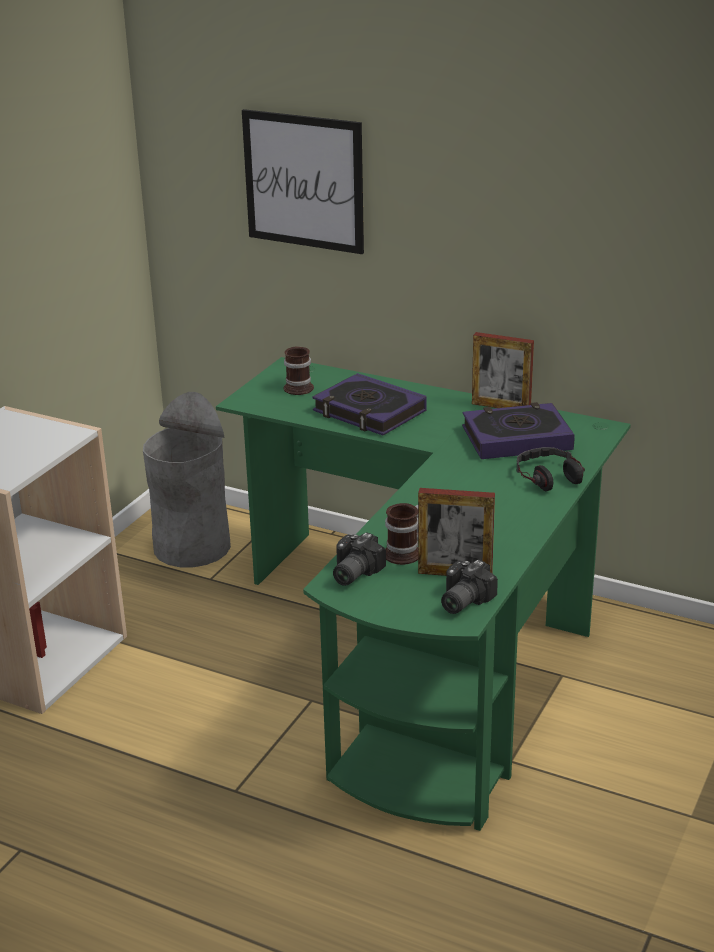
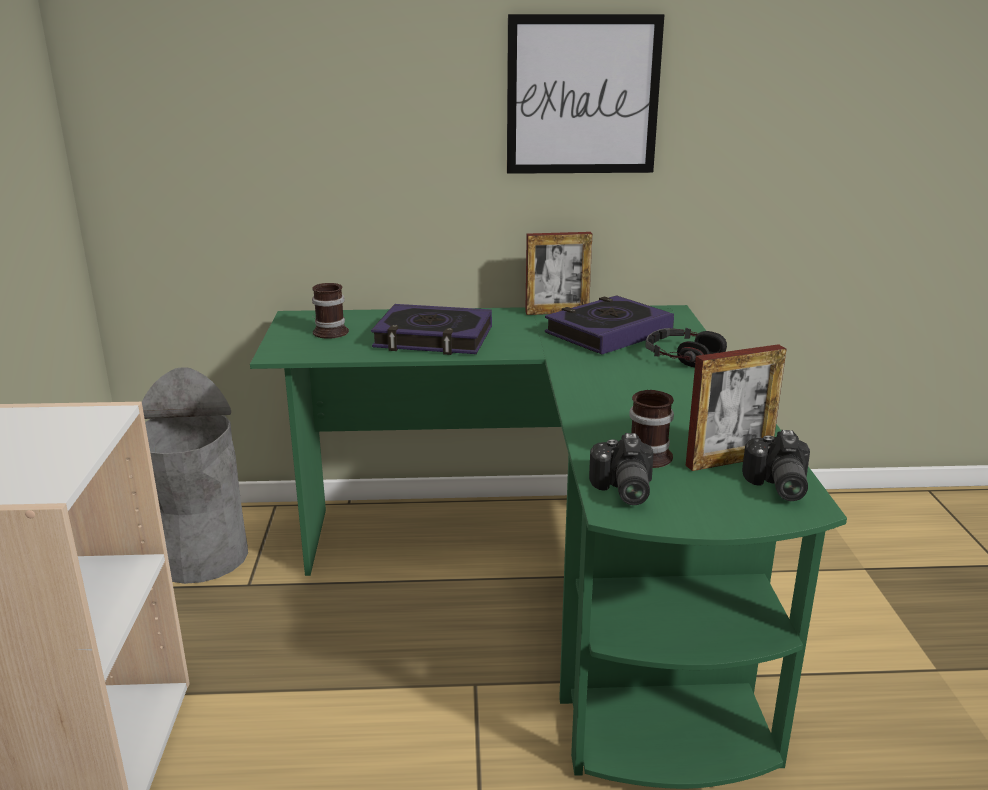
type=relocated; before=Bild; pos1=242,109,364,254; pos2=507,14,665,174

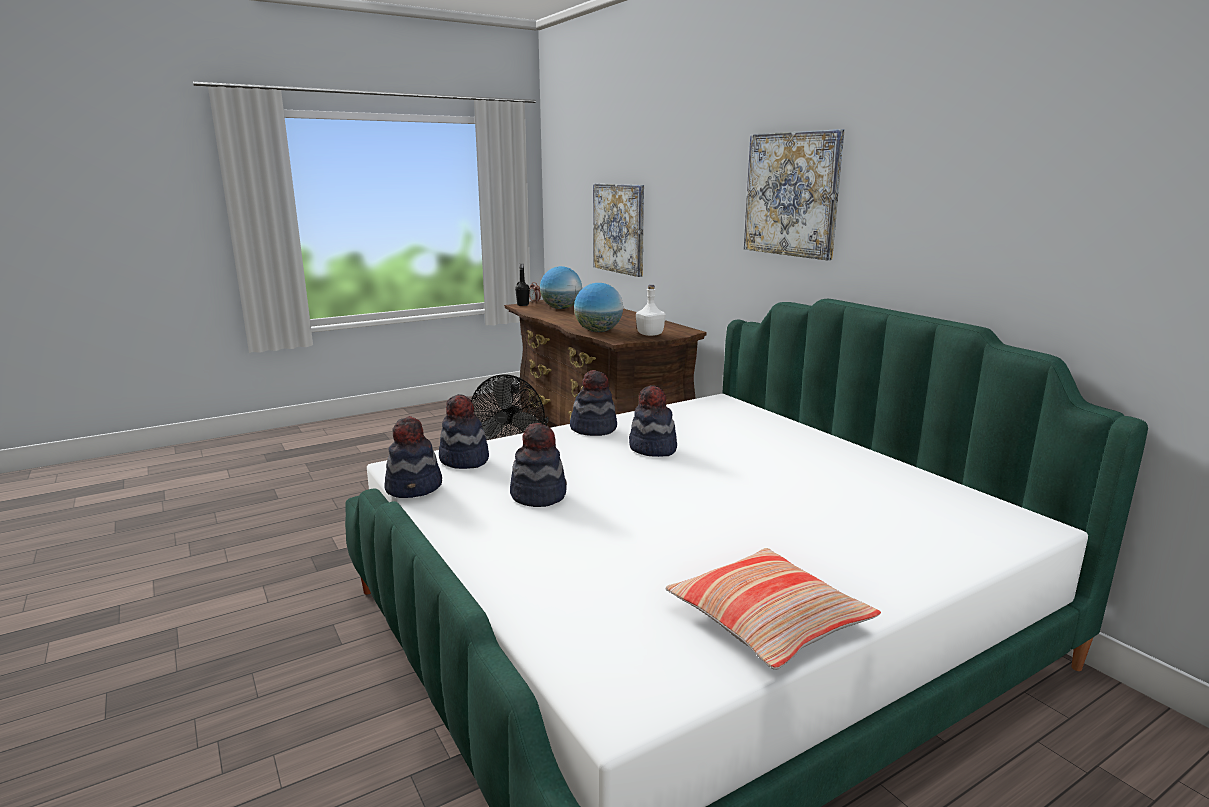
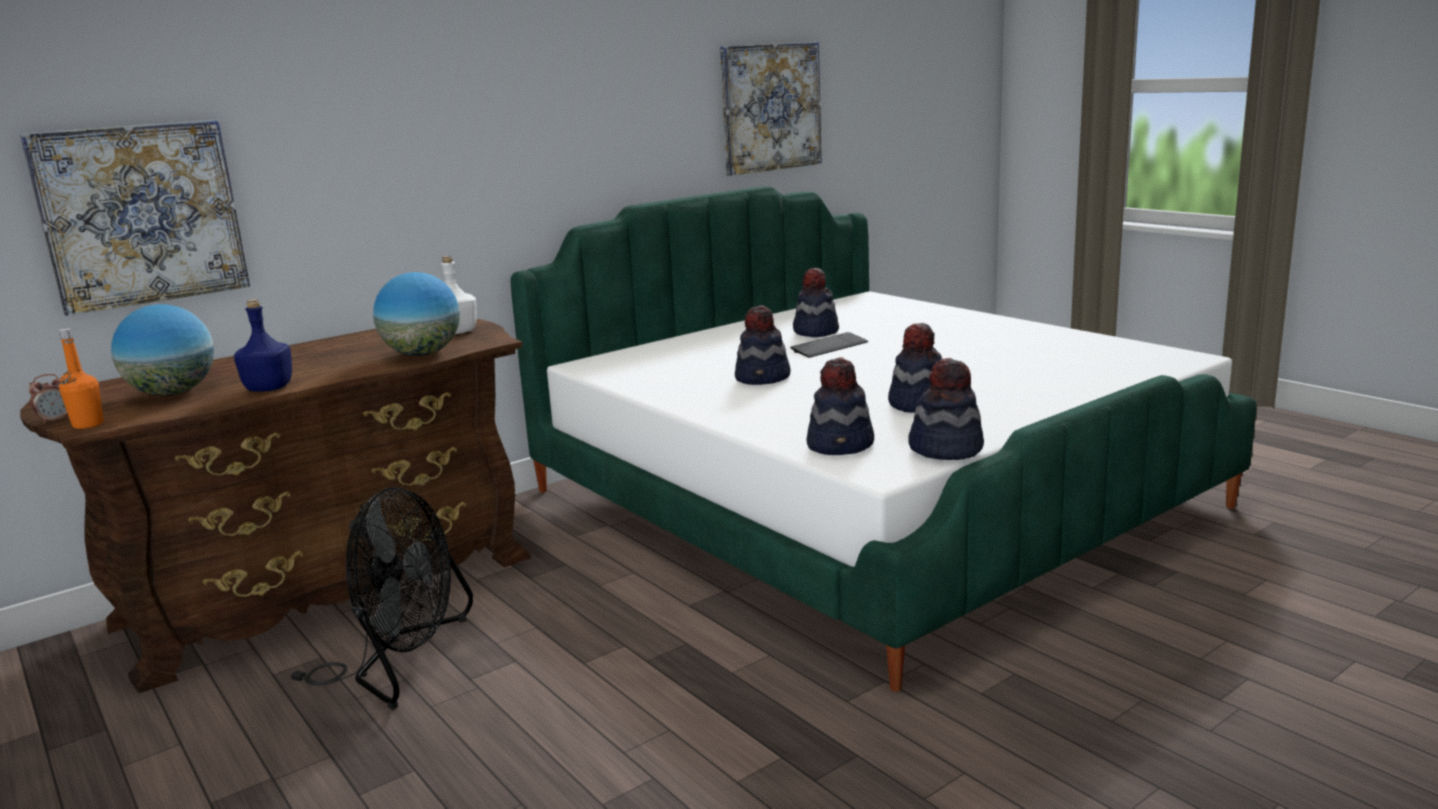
type=colour; before=Flasche/schwarz; after=Flasche/orange; pos1=515,264,530,306; pos2=59,328,104,429
type=relocated; before=Hut; pos1=570,370,617,436; pos2=793,268,839,337
type=missing; before=Kissen; pos1=665,548,881,670
type=relocated; before=Bild; pos1=744,129,845,260; pos2=720,42,822,176
type=appeared; after=Flasche/blau; pos2=234,299,292,392
type=appeared; after=Tastatur; pos2=790,332,868,358

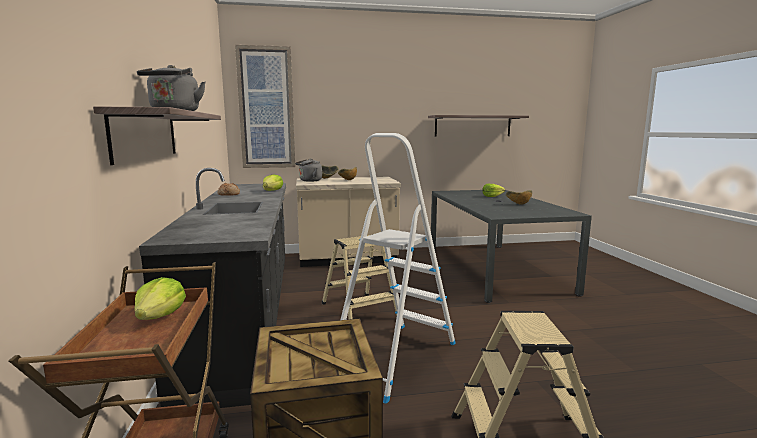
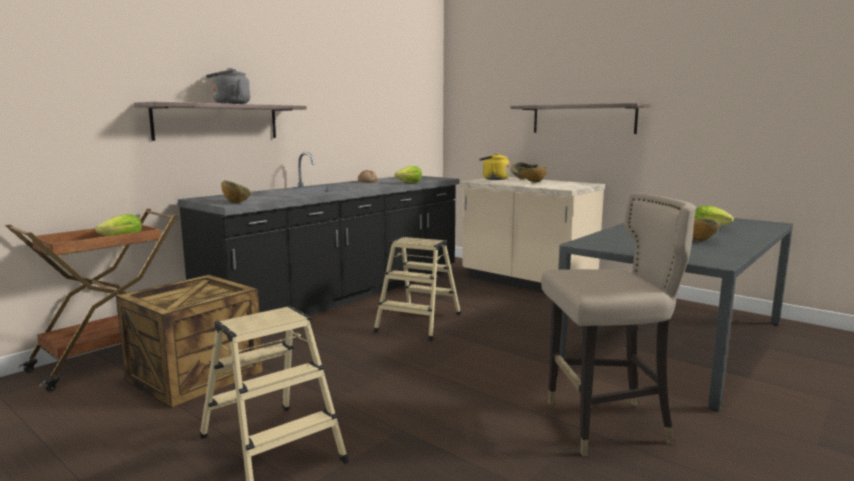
type=missing; before=Bild; pos1=235,45,295,168
type=colour; before=Wasserkessel/grau; after=Wasserkessel/gelb; pos1=295,159,322,182; pos2=479,153,510,180
type=missing; before=Trittleiter/weiß; pos1=340,133,455,404
type=relocated; before=Wandregal; pos1=428,115,529,136; pos2=510,103,650,134
type=appeared; after=Schüssel; pos2=221,180,252,203
type=appeared; after=Hocker/beige; pos2=541,192,696,456

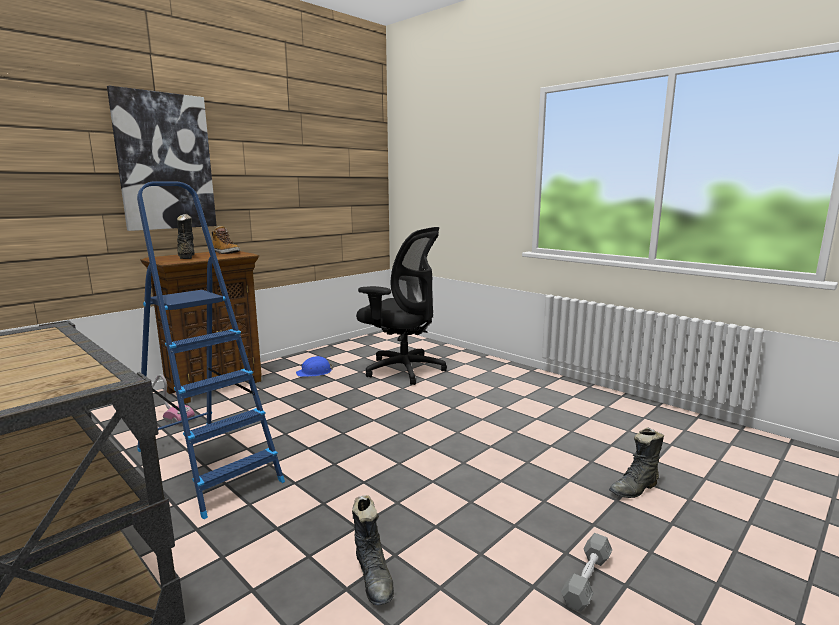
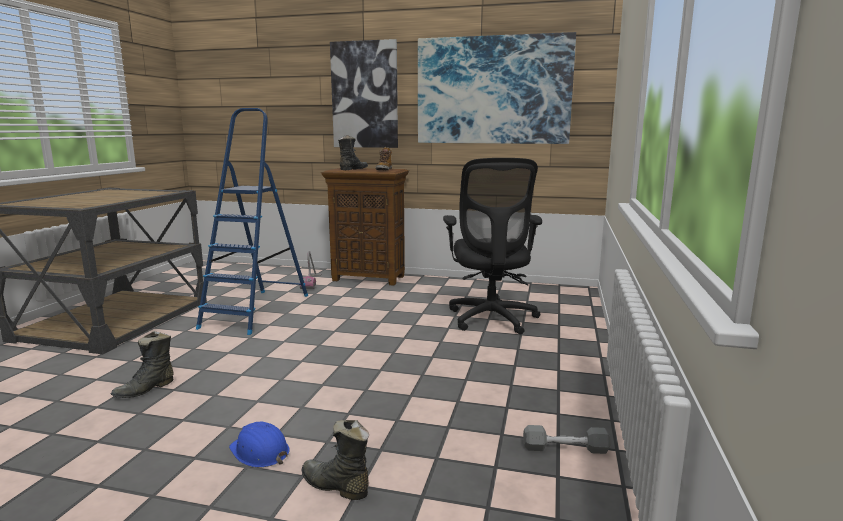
type=relocated; before=Schutzhelm/blau; pos1=296,356,333,377; pos2=229,422,290,468
type=relocated; before=Hantel/grau; pos1=561,533,612,612; pos2=523,425,611,454
type=appeared; after=Bild; pos2=418,32,576,144

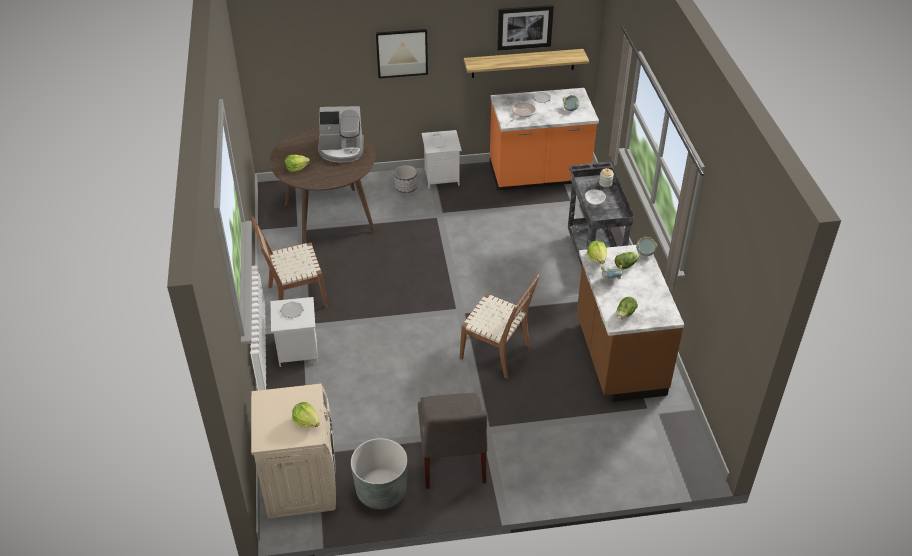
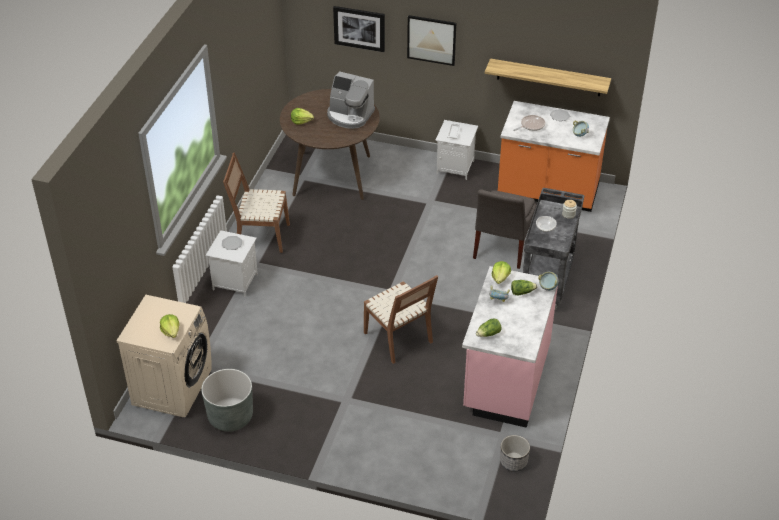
type=relocated; before=Pflanzkübel; pos1=394,165,417,193; pos2=500,435,530,472
type=relocated; before=Stuhl/grau; pos1=418,393,488,489; pos2=473,189,537,269
type=relocated; before=Bild; pos1=497,5,554,51; pos2=333,6,385,52
type=colour; before=Küchenzeile/braun; after=Küchenzeile/rosa; pos1=577,245,684,402; pos2=462,266,558,428

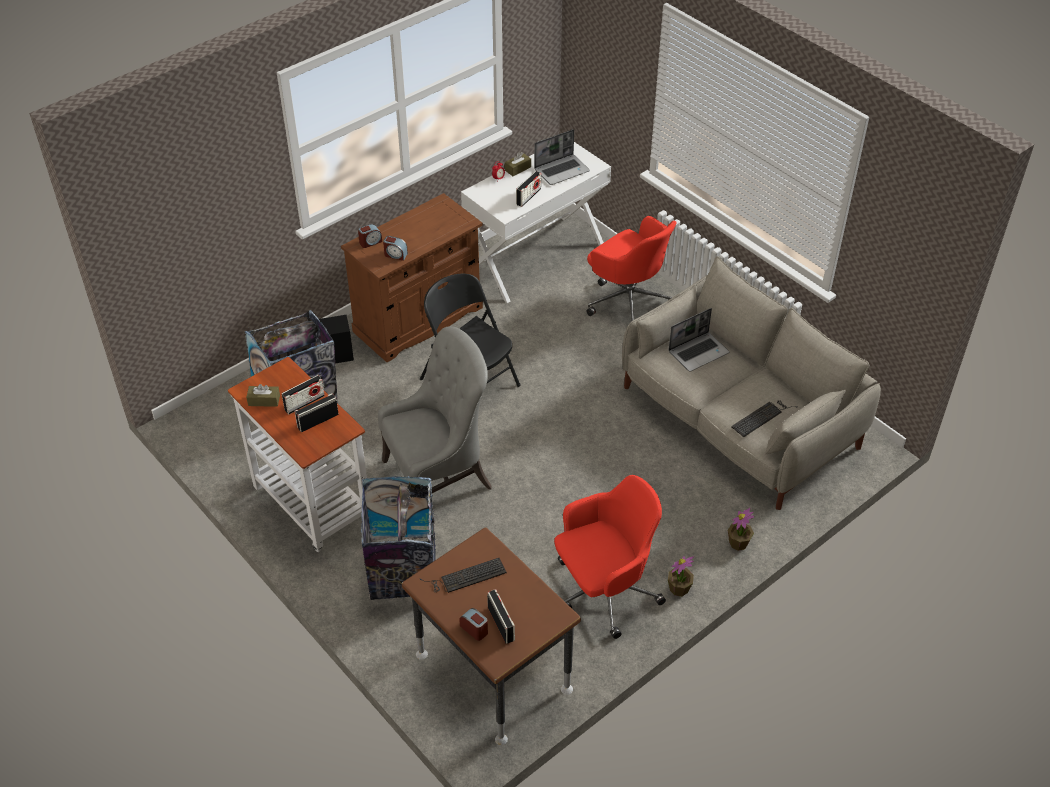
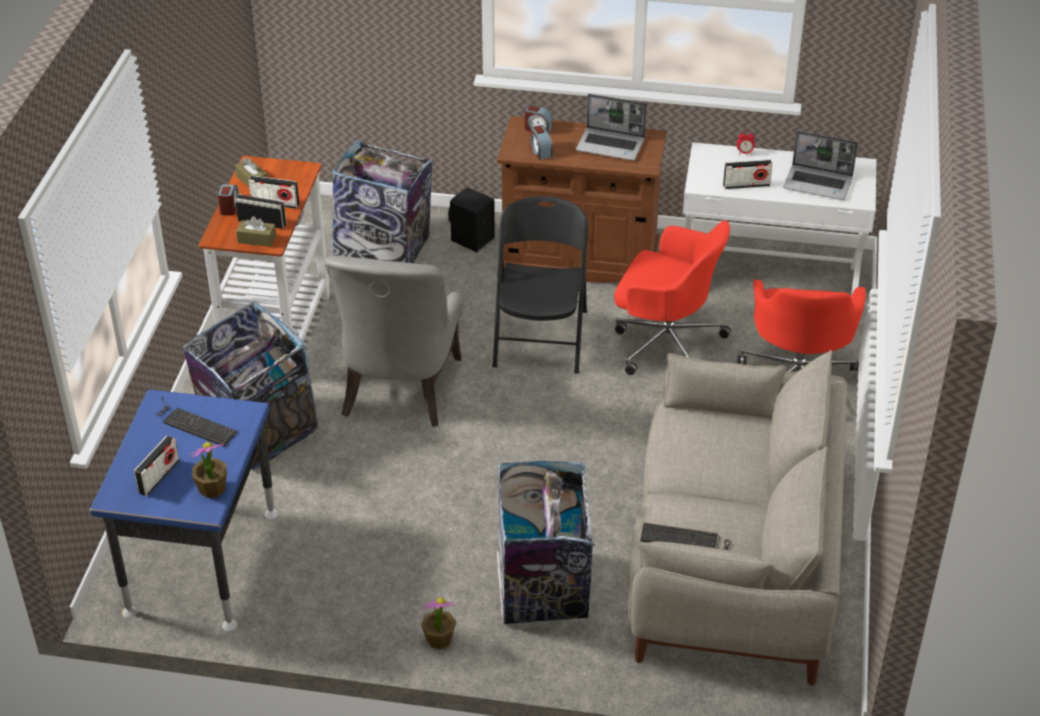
type=spun; before=Stuhl/grau; pos1=378,326,492,494; pos2=324,255,464,427; turn=75
type=colour; before=Schreibtisch/braun; after=Schreibtisch/blau; pos1=402,527,581,745; pos2=90,389,279,631
type=relocated; before=Wecker; pos1=460,608,488,641; pos2=217,184,239,216
type=relocated; before=Taschentuchbox/braun; pos1=505,152,531,176; pos2=236,216,276,247
type=relocated; before=Bürostuhl/rot; pos1=554,475,666,639; pos2=614,220,731,375
type=relocated; before=Laptop; pos1=668,308,729,372; pos2=576,94,647,161
type=relocated; before=Topfpflanze; pos1=728,508,754,551; pos2=189,442,227,498
type=appeared; after=Mülleimer; pos2=497,460,595,624

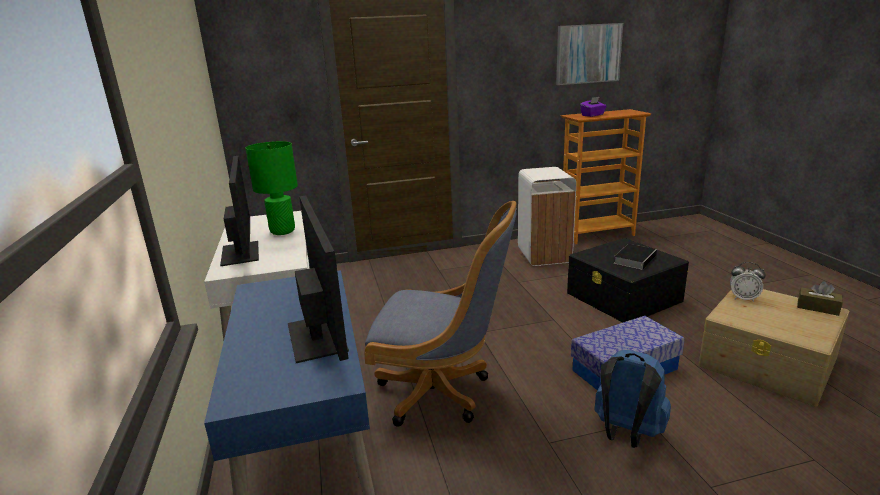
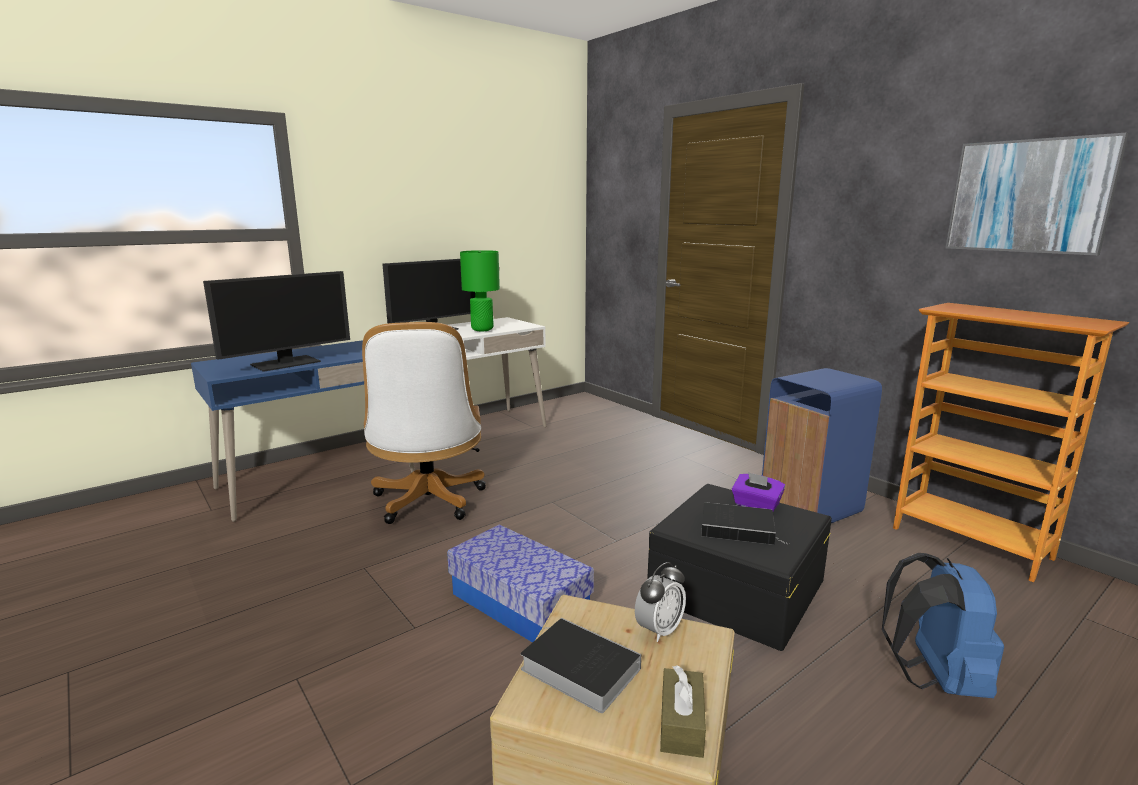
type=colour; before=Bürostuhl/blau; after=Bürostuhl/weiß; pos1=364,201,517,427; pos2=362,322,486,524
type=colour; before=Mülleimer/weiß; after=Mülleimer/blau; pos1=518,167,576,266; pos2=762,368,882,523
type=relocated; before=Taschentuchbox/lila; pos1=580,97,606,117; pos2=732,472,785,511
type=relocated; before=Rucksack/blau; pos1=594,350,671,448; pos2=882,553,1004,698
type=spun; before=Wecker; pos1=730,262,766,302; pos2=635,562,686,642; turn=-135
type=appeared; after=Buch; pos2=521,618,641,713

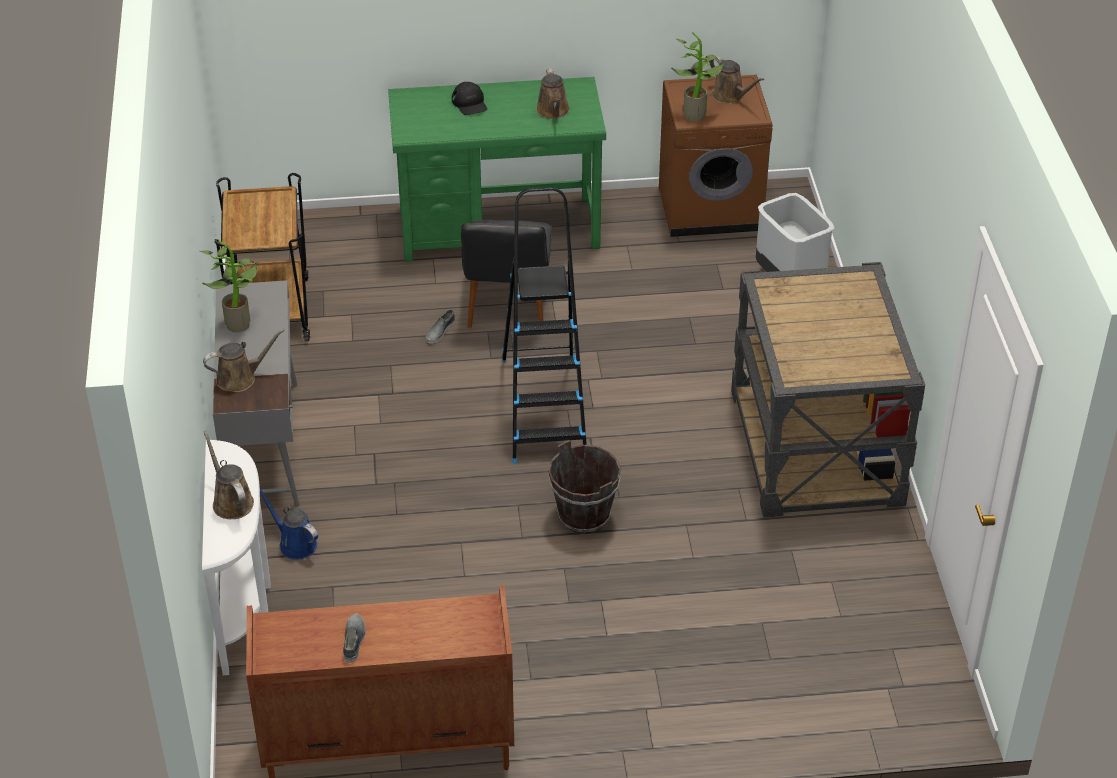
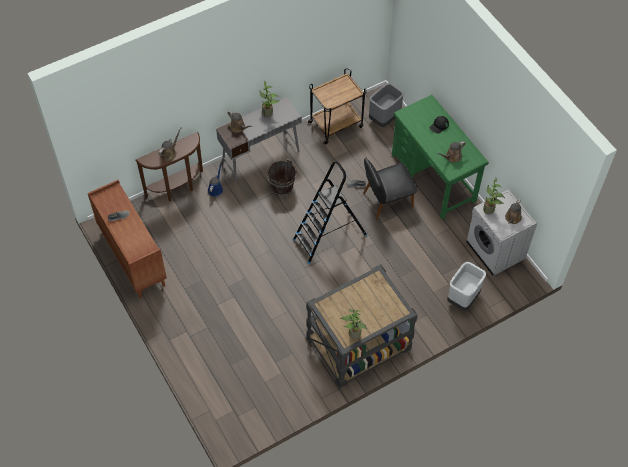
type=colour; before=Konsolentisch/weiß; after=Konsolentisch/braun; pos1=202,440,271,675; pos2=135,132,203,201
type=relocated; before=Eimer/braun; pos1=548,440,621,534; pos2=267,159,297,196
type=colour; before=Waschmaschine/braun; after=Waschmaschine/weiß; pos1=659,75,773,237; pos2=466,189,537,276
type=appeared; after=Topfpflanze; pos2=340,309,367,339
type=appeared; after=Mülleimer/grau; pos2=369,83,404,127

